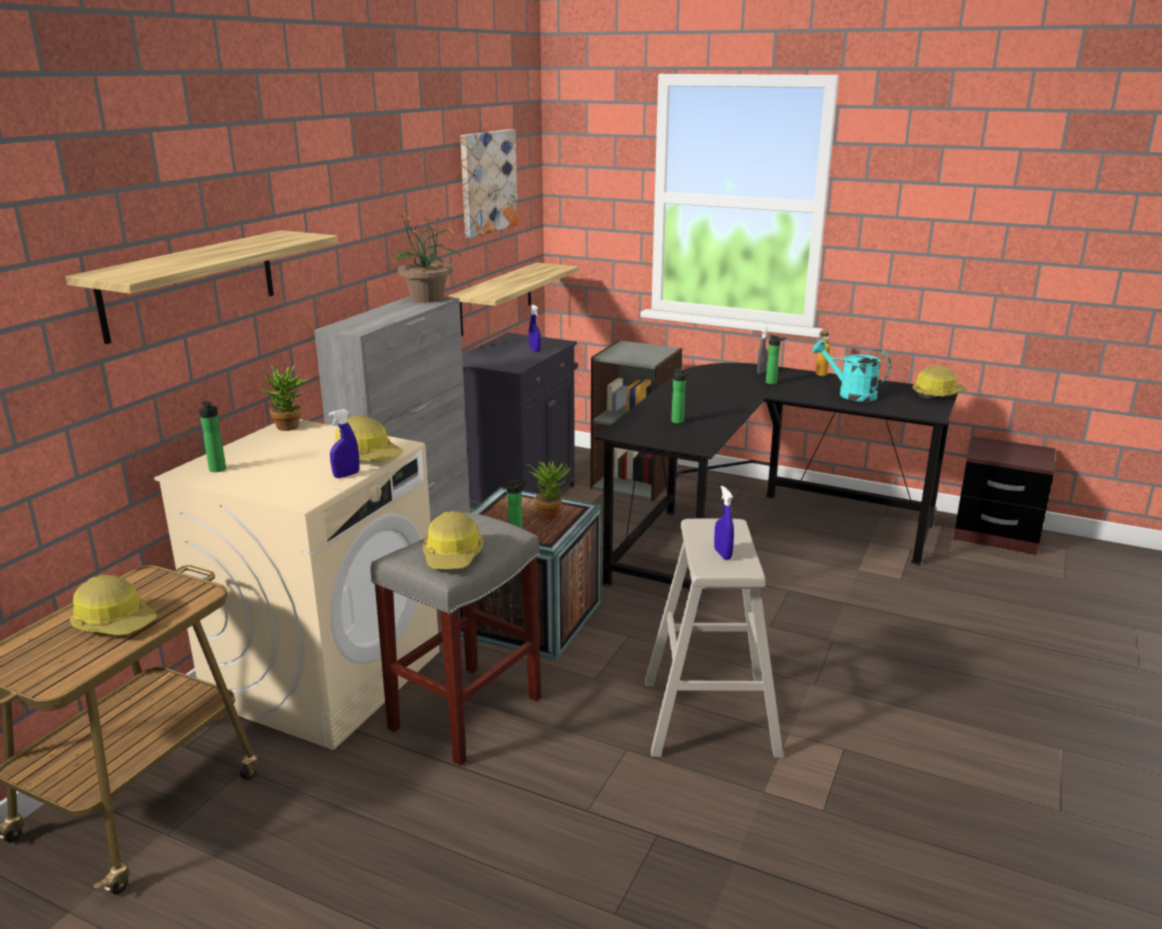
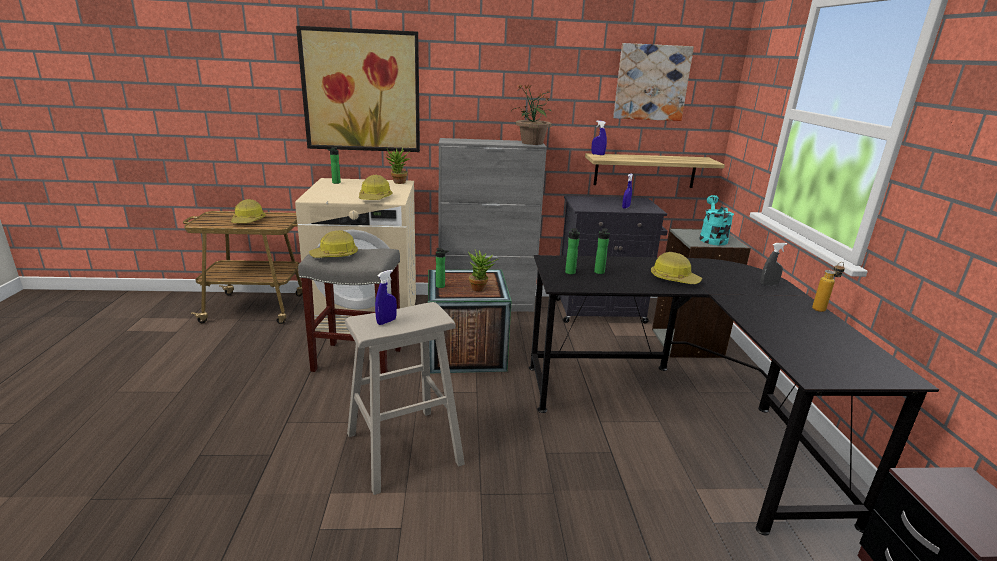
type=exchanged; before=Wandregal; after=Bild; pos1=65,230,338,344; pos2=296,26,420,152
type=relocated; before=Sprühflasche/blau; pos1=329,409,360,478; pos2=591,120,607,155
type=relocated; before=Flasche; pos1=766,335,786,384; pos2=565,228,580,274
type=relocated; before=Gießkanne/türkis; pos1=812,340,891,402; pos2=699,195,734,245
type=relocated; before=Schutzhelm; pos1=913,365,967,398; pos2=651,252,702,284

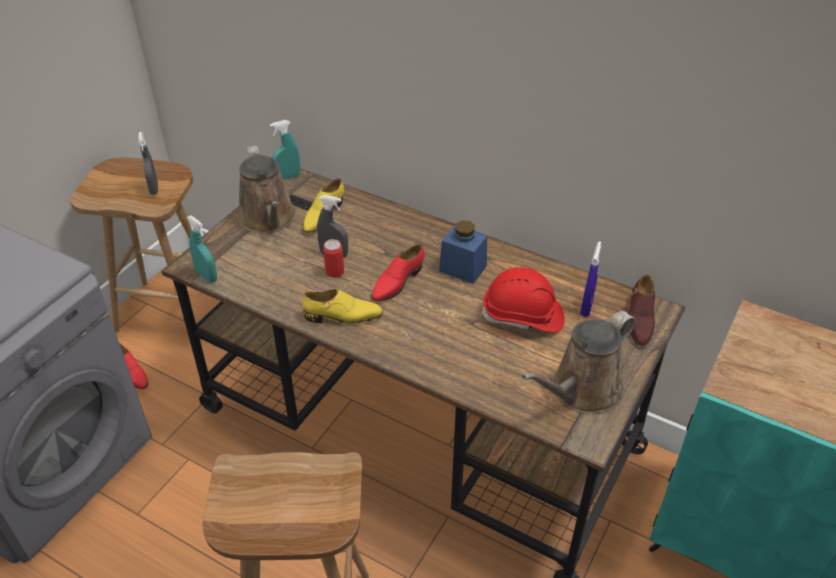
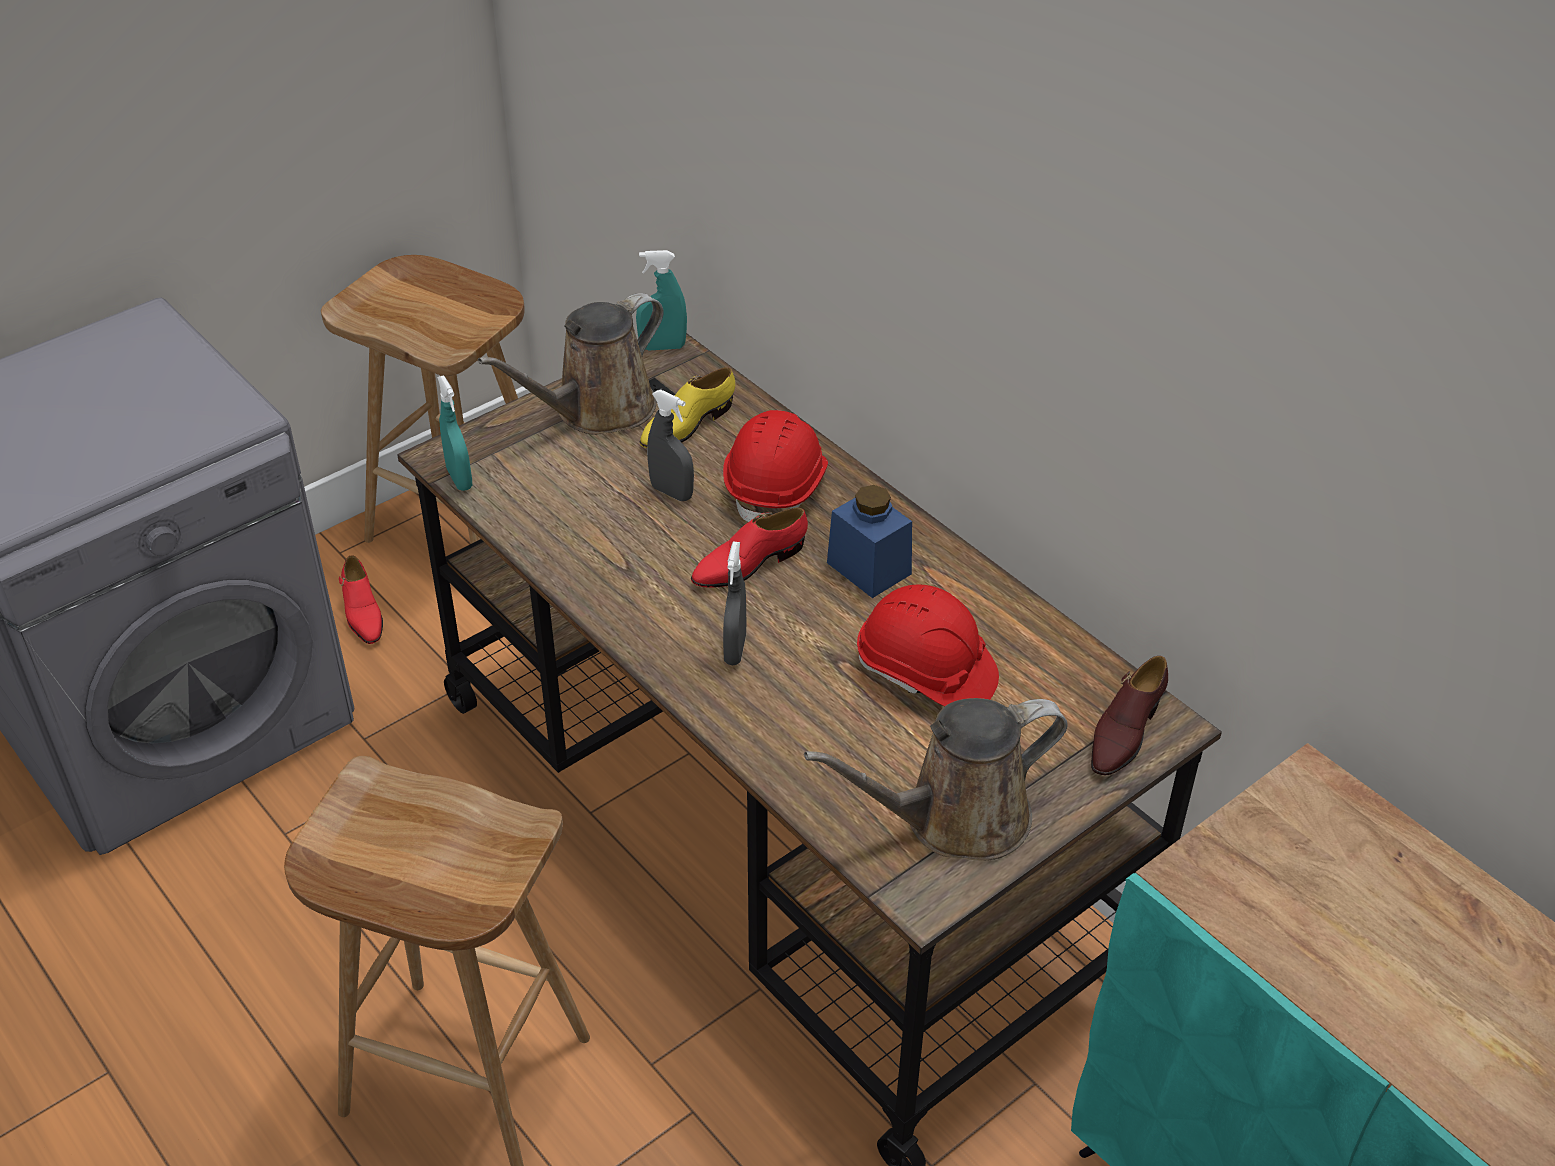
type=relocated; before=Sprühflasche/grau; pos1=138,132,158,195; pos2=723,542,746,665
type=spun; before=Gießkanne/braun; pos1=238,145,296,233; pos2=478,293,663,435; turn=45
type=missing; before=Schuh/gelb; pos1=302,289,383,325
type=missing; before=Dose; pos1=323,239,344,278
type=missing; before=Sprühflasche/blau; pos1=580,241,601,317
type=appeared; after=Schutzhelm/rot; pos2=723,410,828,523

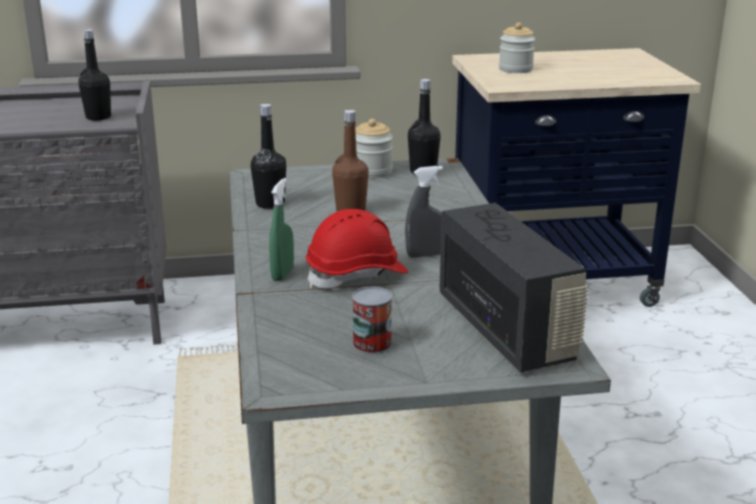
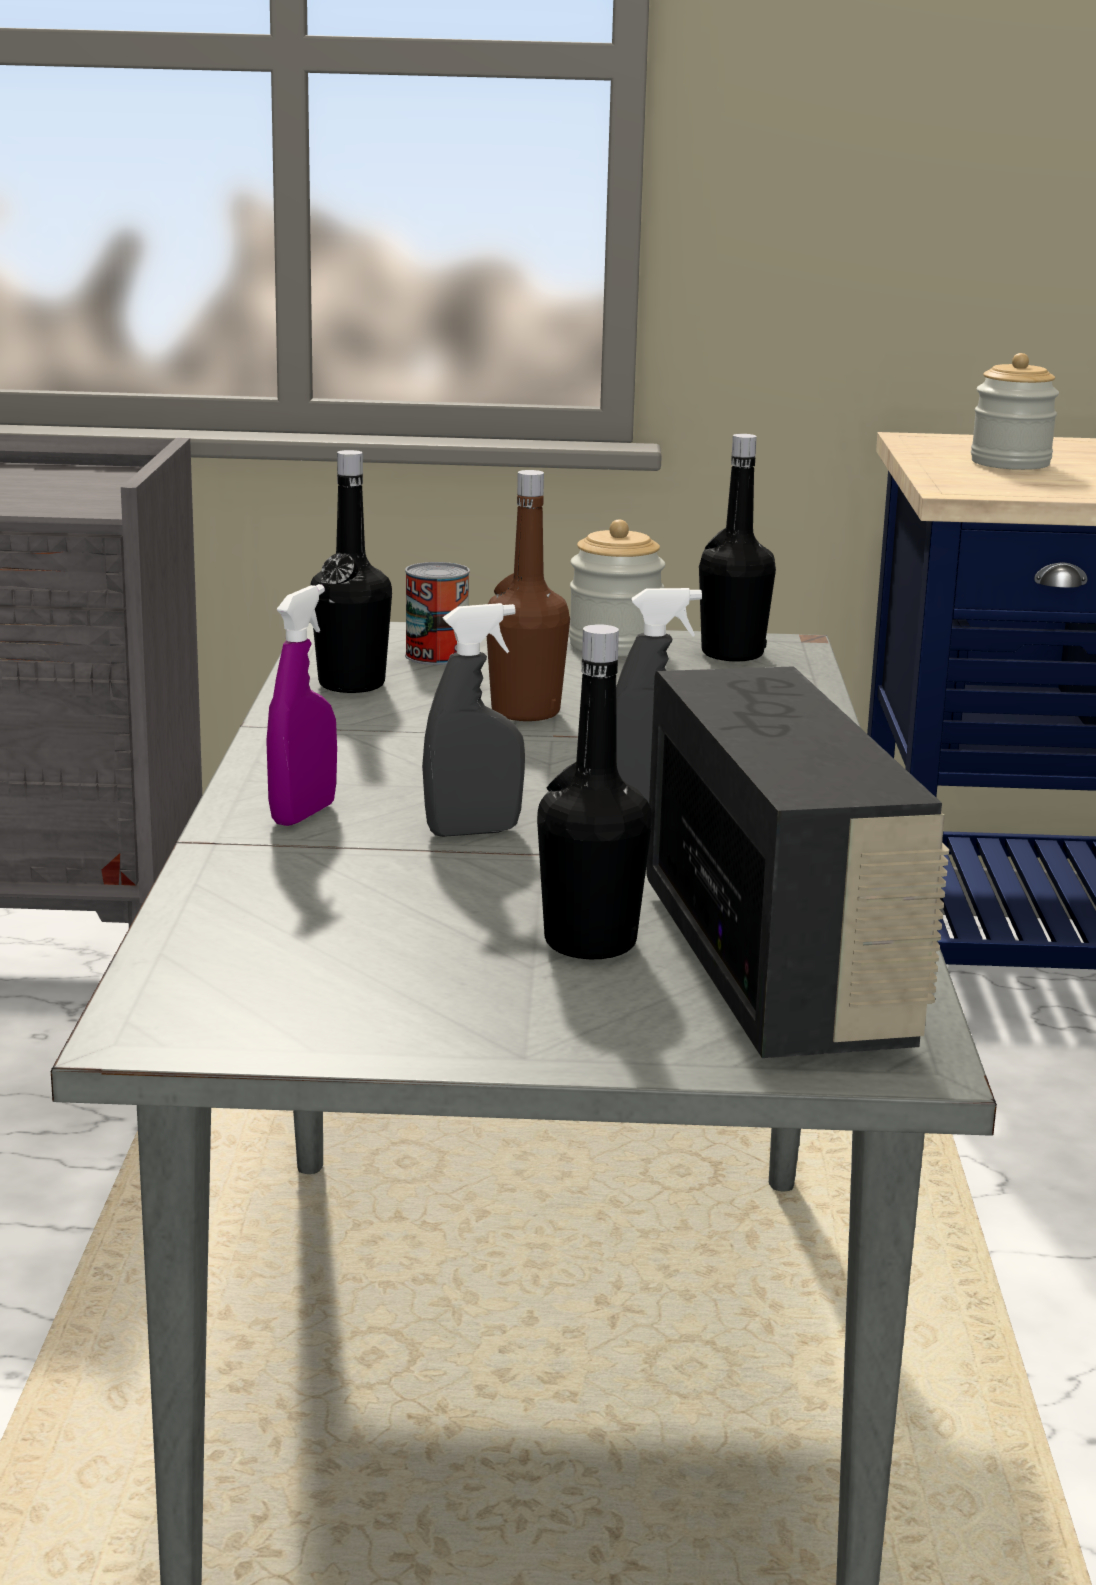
type=relocated; before=Flasche/schwarz; pos1=78,29,111,120; pos2=537,624,652,959
type=colour; before=Sprühflasche/grün; after=Sprühflasche/lila; pos1=269,178,294,281; pos2=266,584,337,826
type=exchanged; before=Schutzhelm/rot; after=Sprühflasche/grau; pos1=306,209,408,288; pos2=422,603,525,837
type=relocated; before=Dose; pos1=352,286,392,354; pos2=405,562,470,665

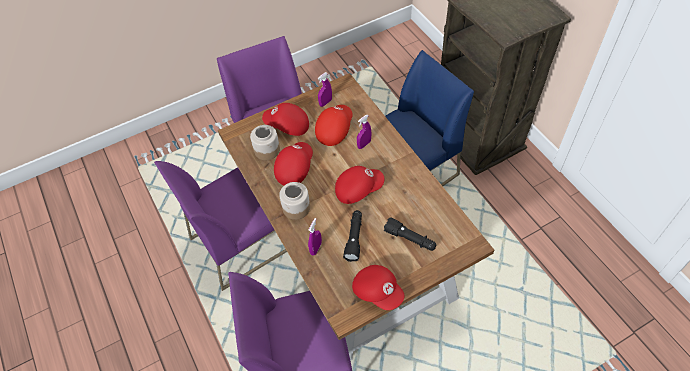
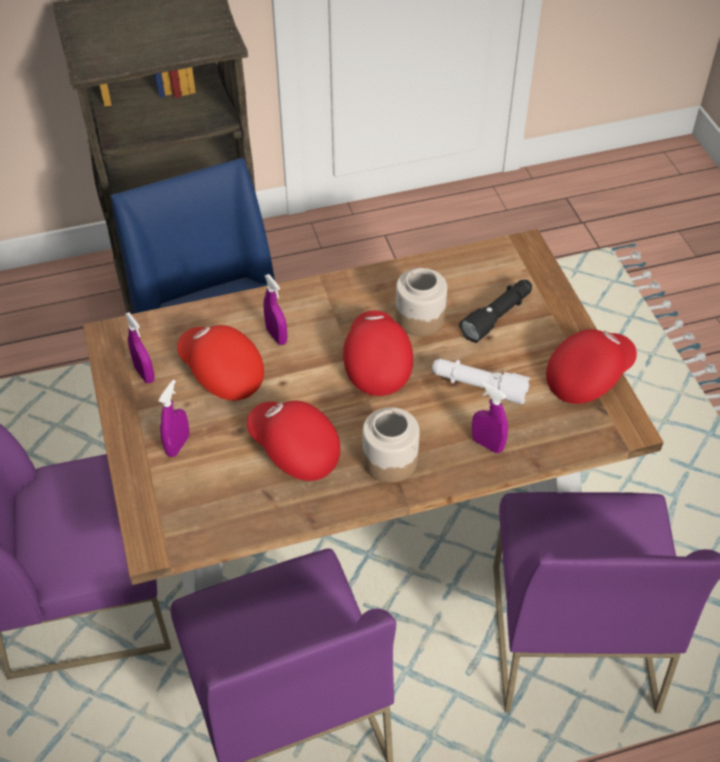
type=relocated; before=Vorratsglas; pos1=250,125,280,160; pos2=395,268,447,336
type=exchanged; before=Kappe/rot; after=Sprühflasche/lila; pos1=262,103,309,136; pos2=158,379,189,457
type=colour; before=Taschenlampe/schwarz; after=Taschenlampe/weiß; pos1=343,210,362,262; pos2=432,359,531,404

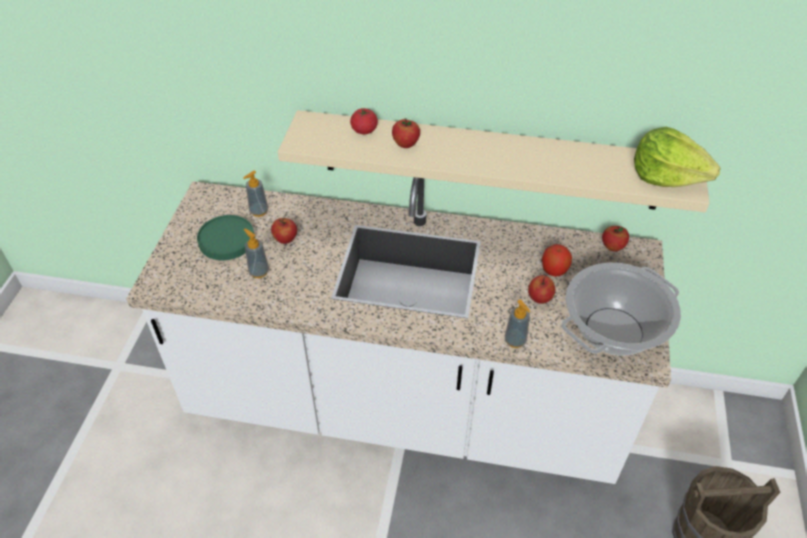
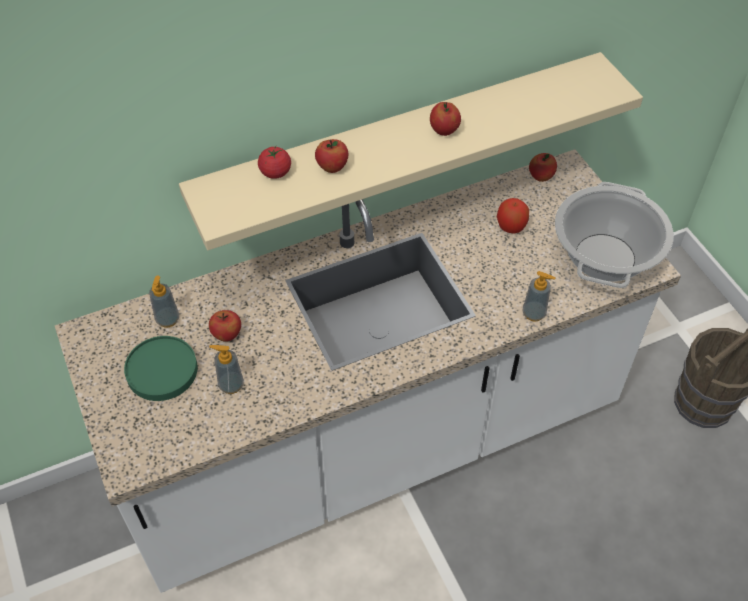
type=relocated; before=Apfel; pos1=528,275,555,304; pos2=430,102,461,136
type=missing; before=Salatkopf; pos1=634,127,720,187

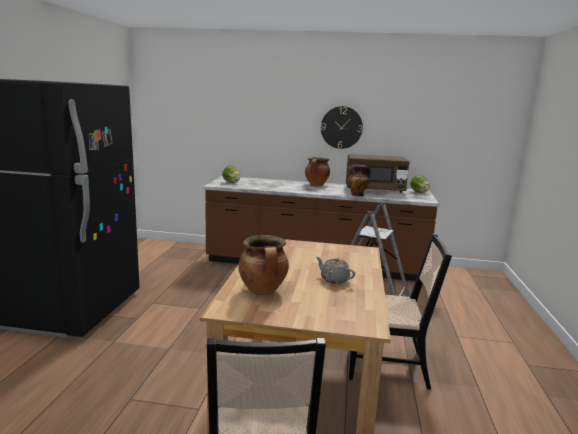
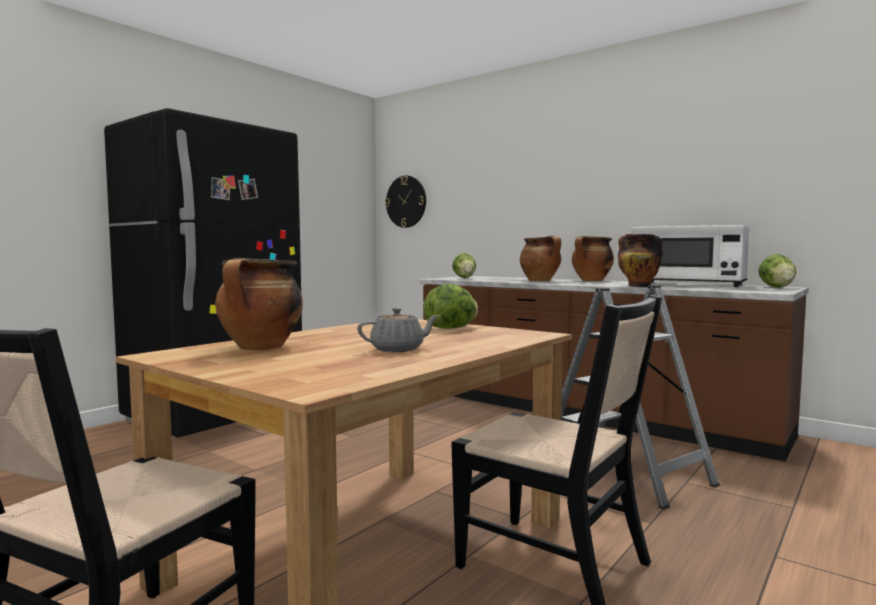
type=spun; before=Teekanne/grau; pos1=316,257,356,284; pos2=357,308,439,352; turn=90
type=relocated; before=Wanduhr; pos1=321,106,363,149; pos2=385,176,426,228
type=colour; before=Mikrowelle/braun; after=Mikrowelle/weiß; pos1=346,154,410,193; pos2=631,225,749,287
type=appeared; after=Salatkopf; pos2=423,284,478,329
type=appeared; after=Kochtopf; pos2=520,236,561,281

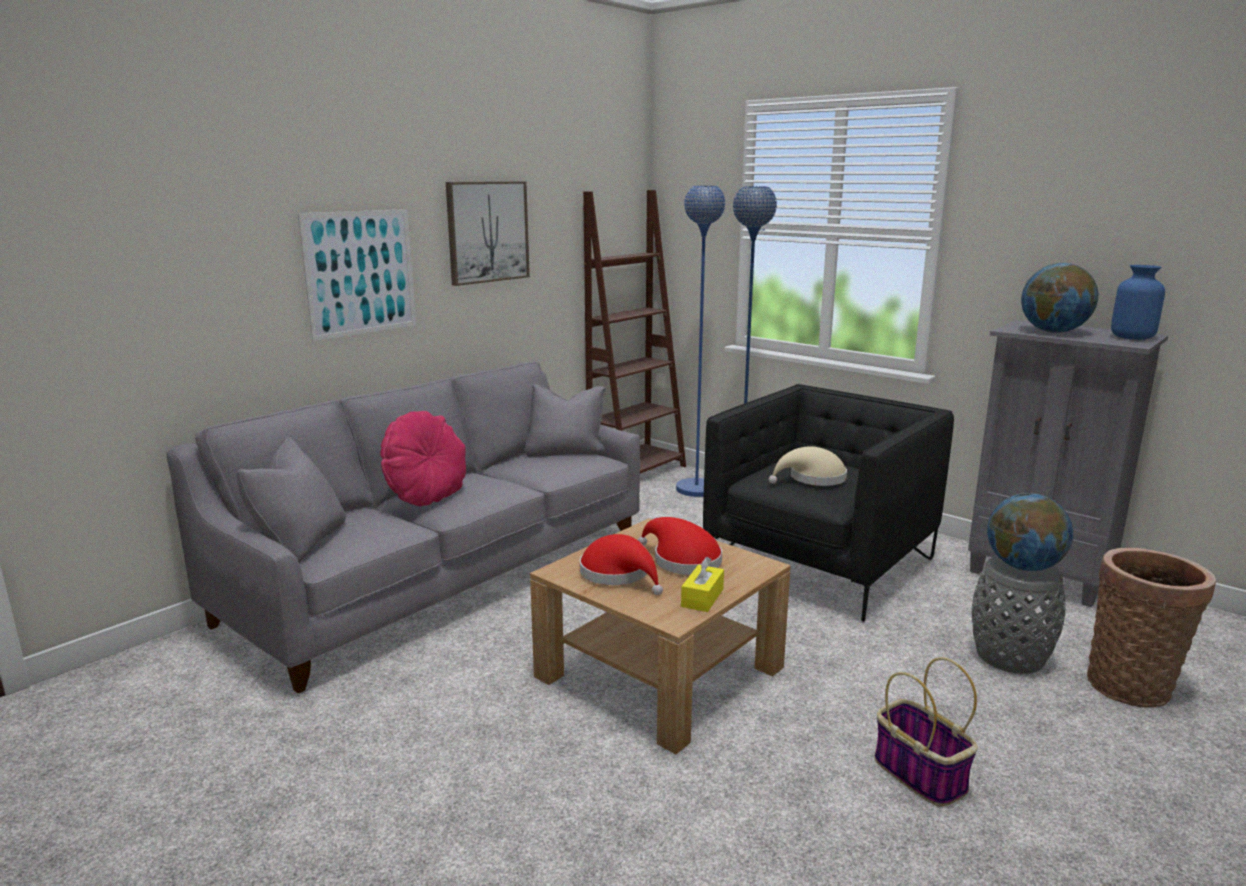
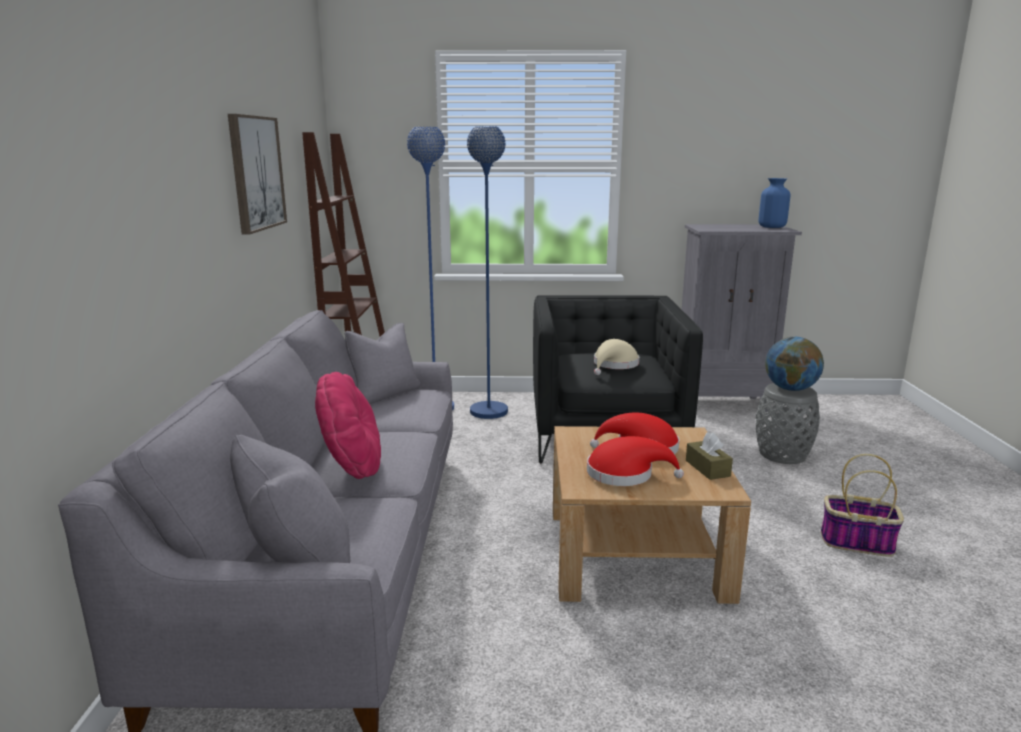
type=missing; before=Bild; pos1=298,209,416,341
type=colour; before=Taschentuchbox/gelb; after=Taschentuchbox/braun; pos1=681,557,724,612; pos2=686,432,733,480
type=missing; before=Globus; pos1=1021,263,1099,333
type=missing; before=Korb; pos1=1087,548,1216,707

